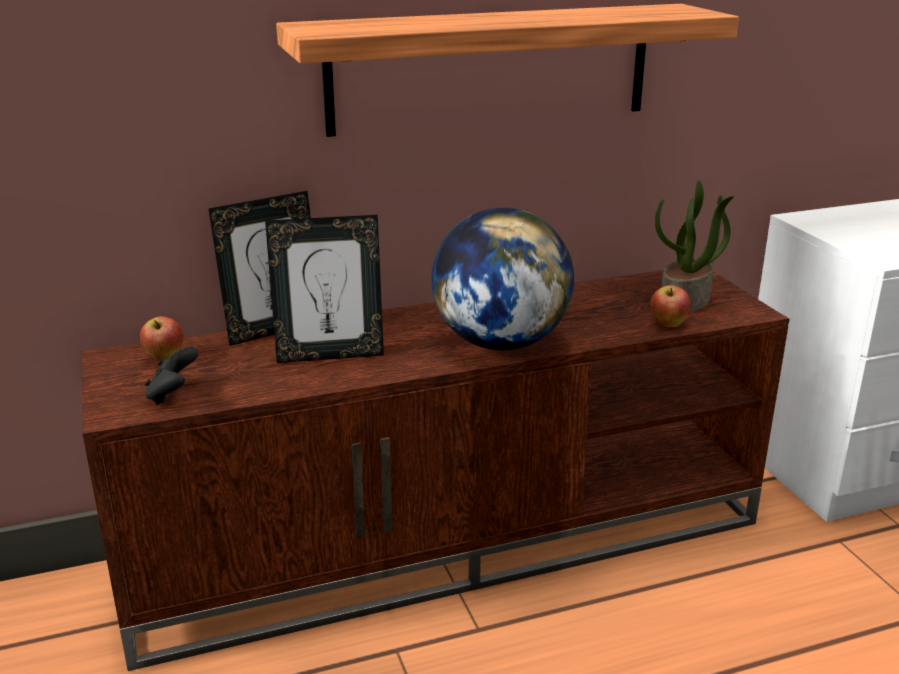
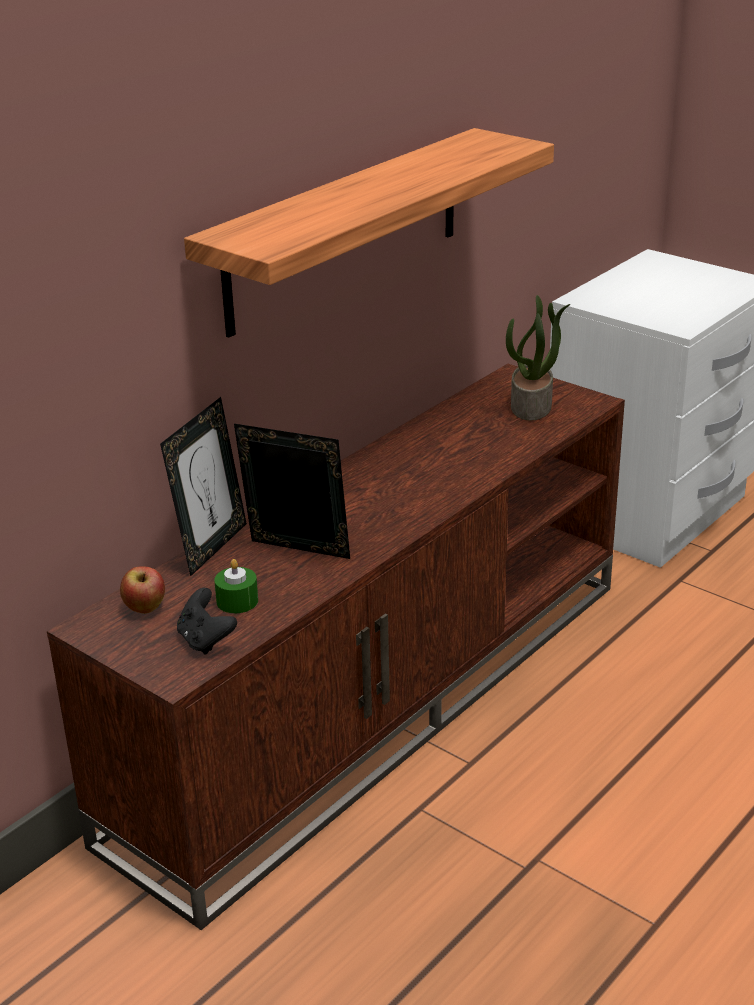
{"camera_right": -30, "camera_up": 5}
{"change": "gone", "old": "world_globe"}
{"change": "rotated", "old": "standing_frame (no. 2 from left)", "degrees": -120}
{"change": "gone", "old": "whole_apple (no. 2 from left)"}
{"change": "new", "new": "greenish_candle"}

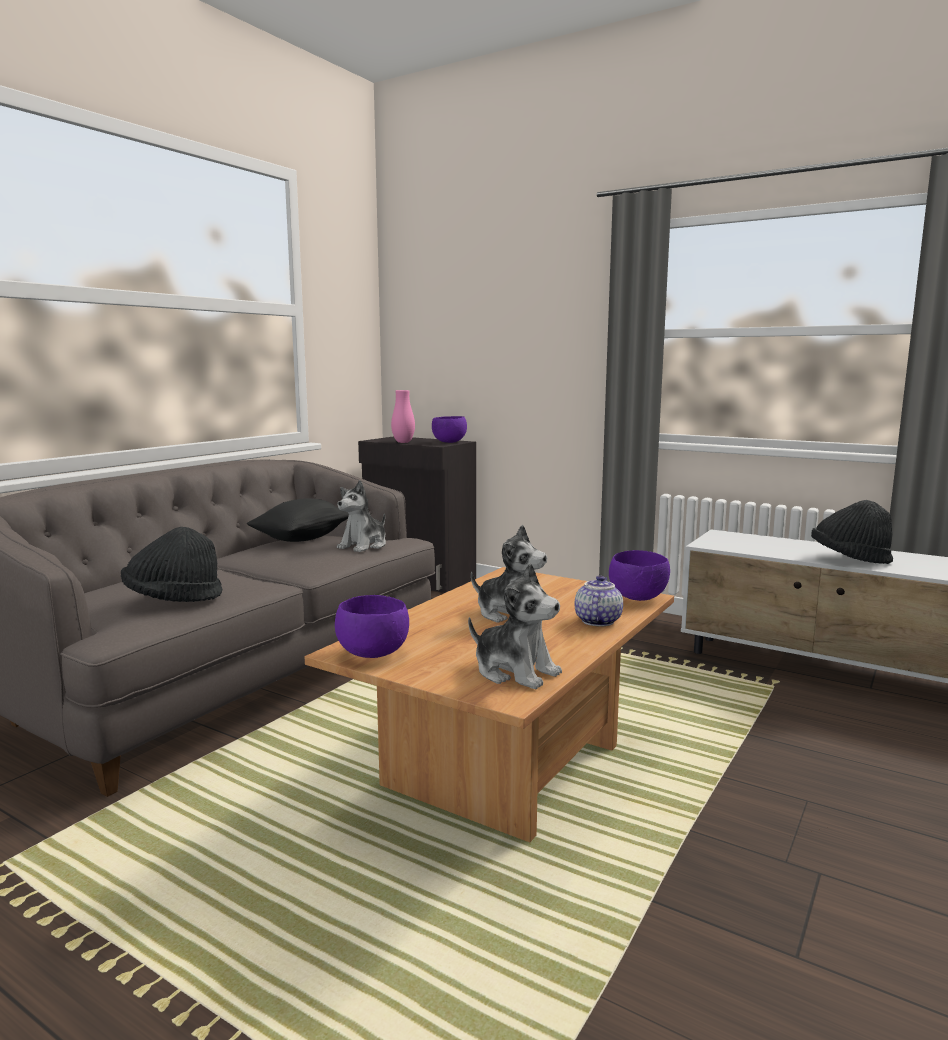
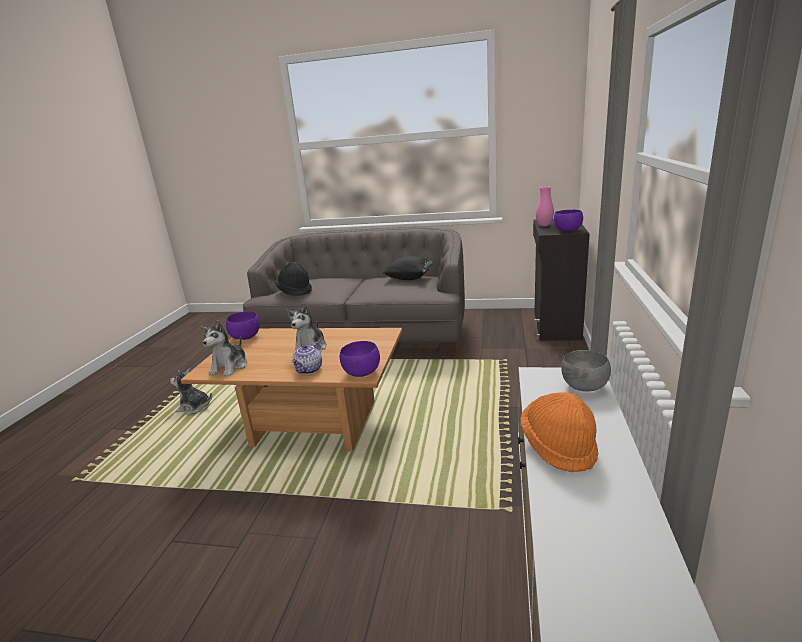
{"camera_right": 70, "camera_up": 10}
{"change": "shifted", "old": "cuddly_toy (no. 1 from left)"}
{"change": "repainted", "old": "black_hat (no. 2 from left)", "new": "orangey_hat"}
{"change": "rotated", "old": "pot_for_tea", "degrees": 120}
{"change": "new", "new": "gray_serving_bowl"}

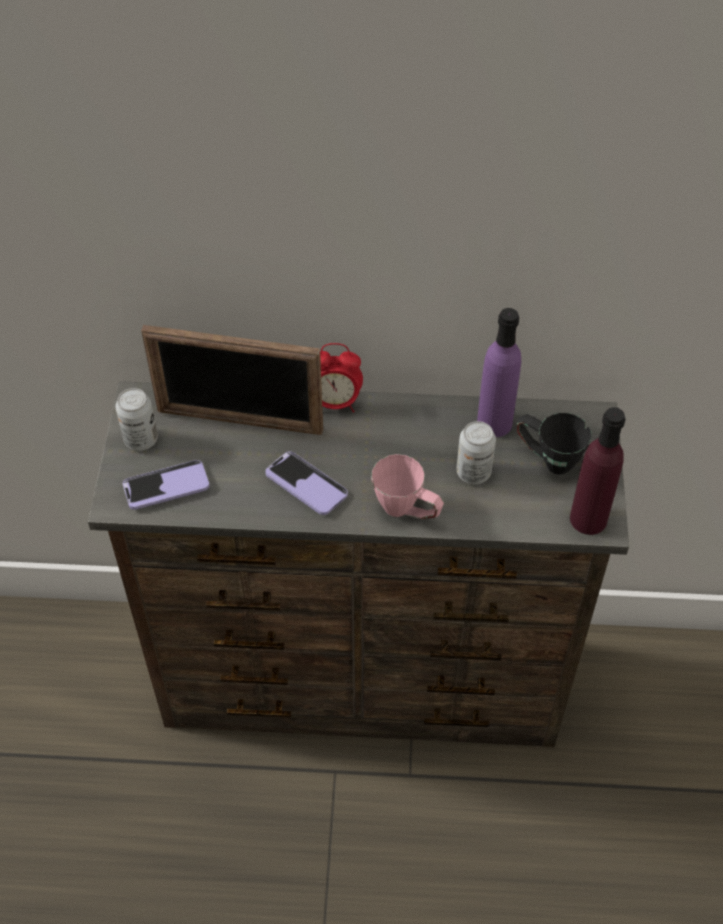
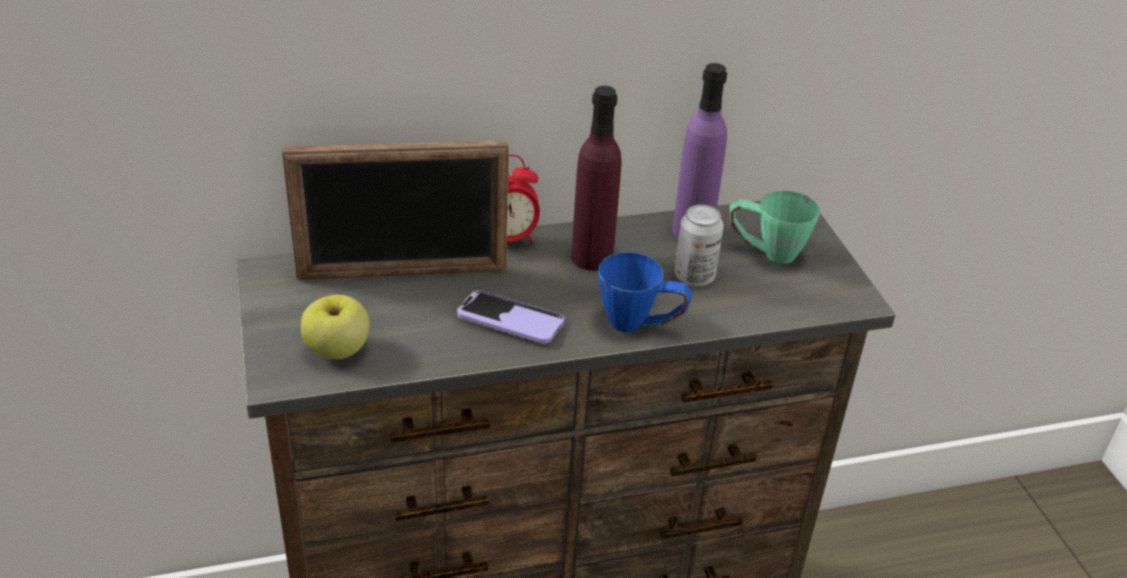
{"camera_right": -20, "camera_up": -15}
{"change": "gone", "old": "can (no. 1 from left)"}
{"change": "shifted", "old": "purple_drink_bottle (no. 2 from left in the first image)", "new": "purple_drink_bottle (no. 1 from left)"}
{"change": "repainted", "old": "black_mug", "new": "greenish_mug"}
{"change": "repainted", "old": "pink-coloured_mug", "new": "bluish_mug"}
{"change": "swapped", "old": "phone (no. 1 from left)", "new": "whole_apple"}

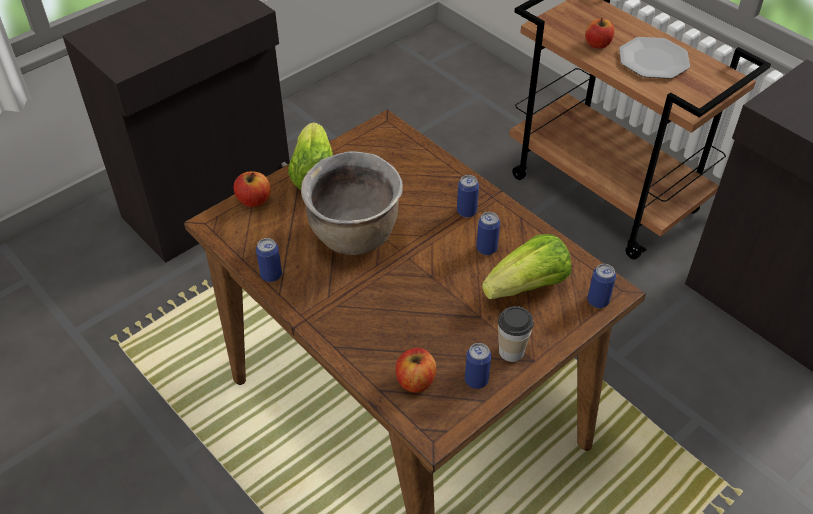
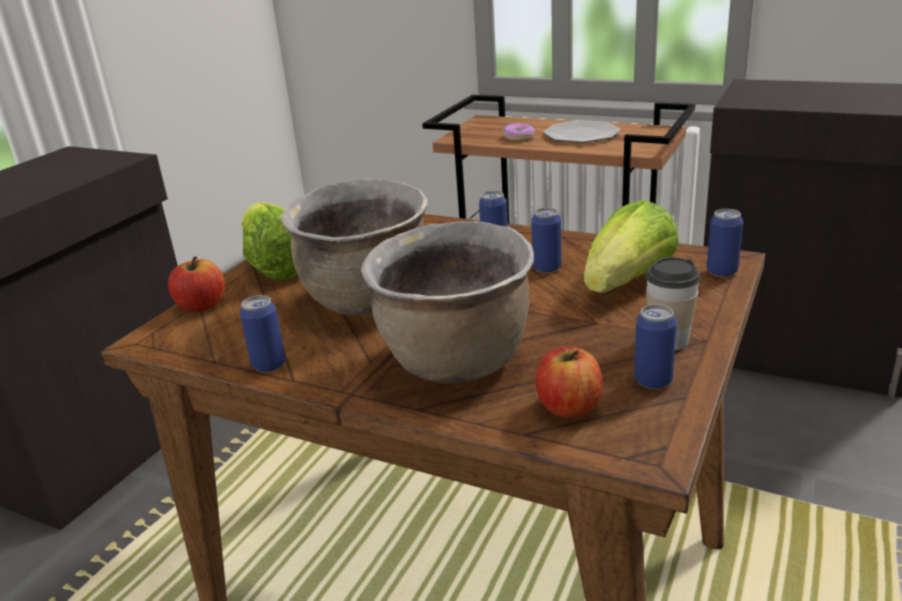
{"camera_right": -20, "camera_up": -20}
{"change": "swapped", "old": "whole_apple (no. 3 from left)", "new": "doughnut"}
{"change": "new", "new": "brown-coloured_saucepot (no. 2 from left)"}

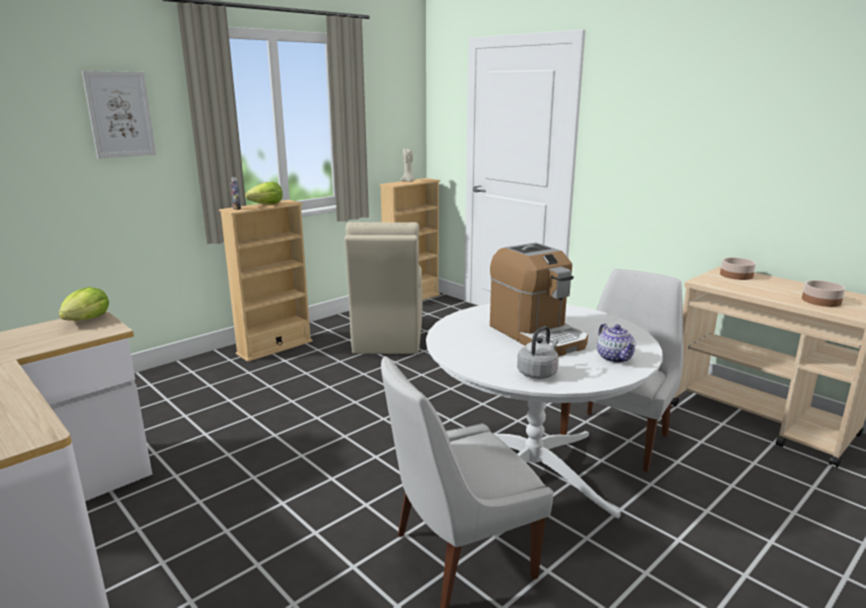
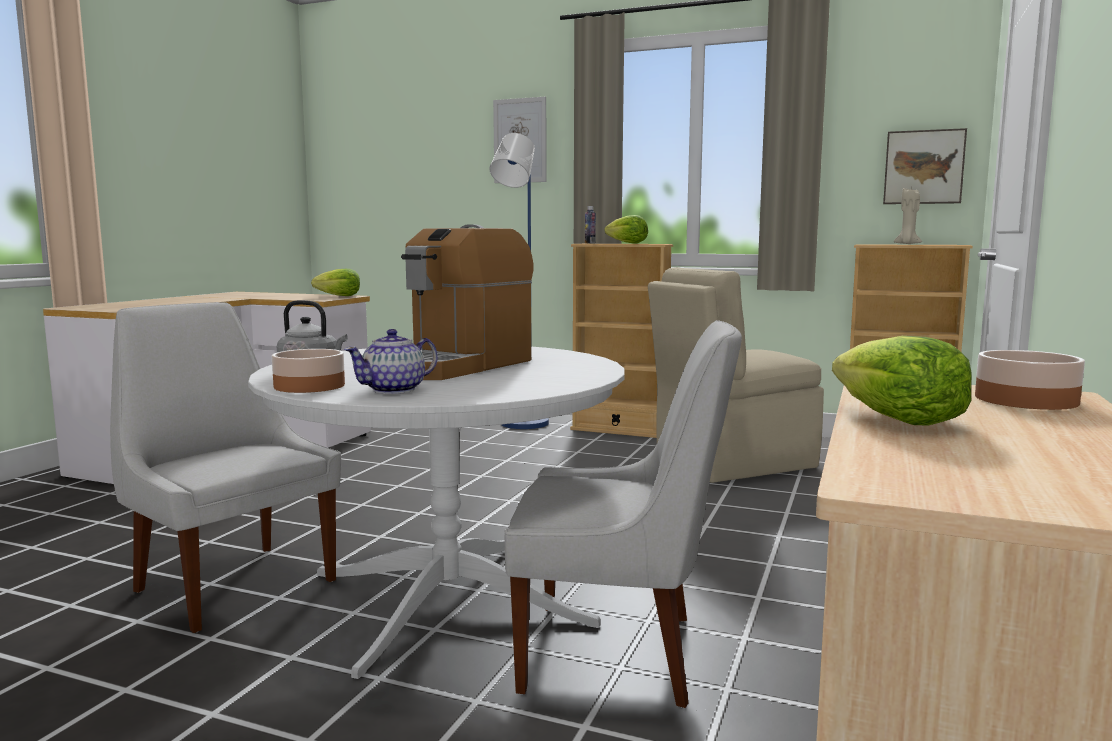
{"camera_right": 65, "camera_up": -10}
{"change": "shifted", "old": "serving_bowl (no. 2 from left in the first image)", "new": "serving_bowl (no. 1 from left)"}
{"change": "new", "new": "picture (no. 2 from left)"}
{"change": "new", "new": "bluish_standard_lamp"}
{"change": "new", "new": "lettuce (no. 3 from left)"}

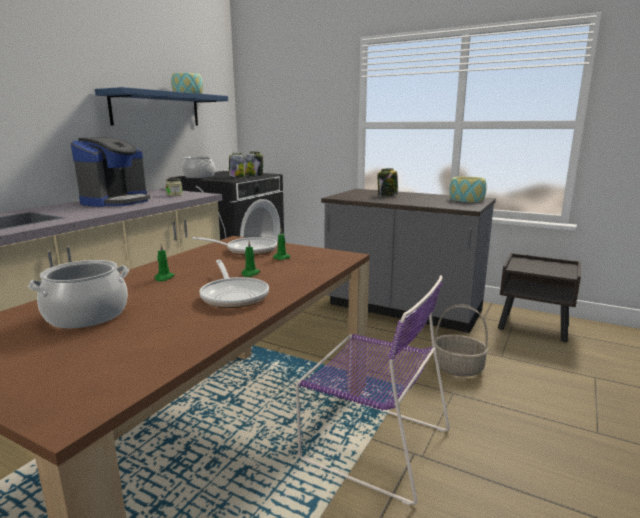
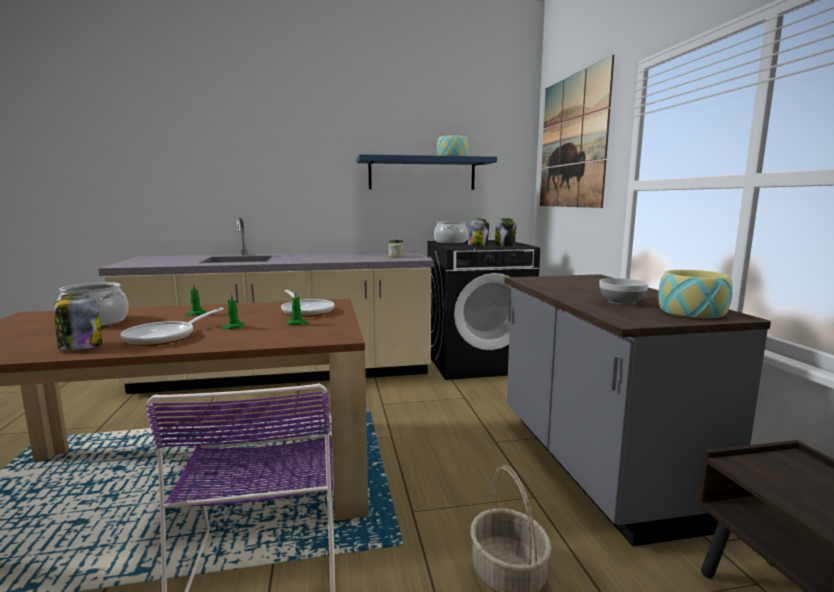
{"camera_right": 50, "camera_up": -5}
{"change": "gone", "old": "coffee_brewer"}
{"change": "shifted", "old": "preserve_jar (no. 4 from left in the first image)", "new": "preserve_jar (no. 1 from left)"}
{"change": "new", "new": "picture"}
{"change": "new", "new": "serving_bowl (no. 2 from left)"}

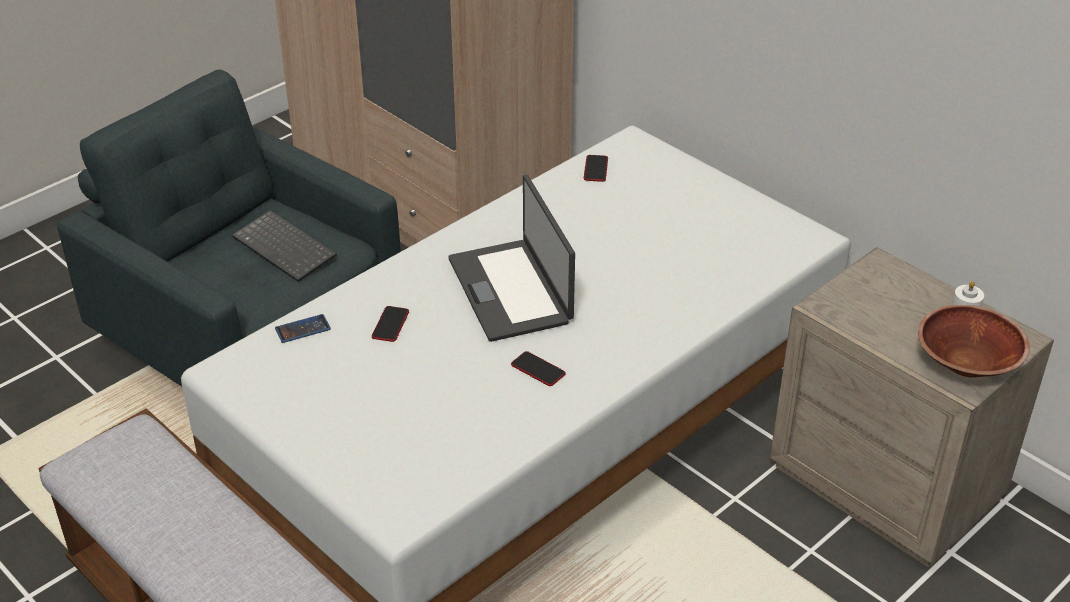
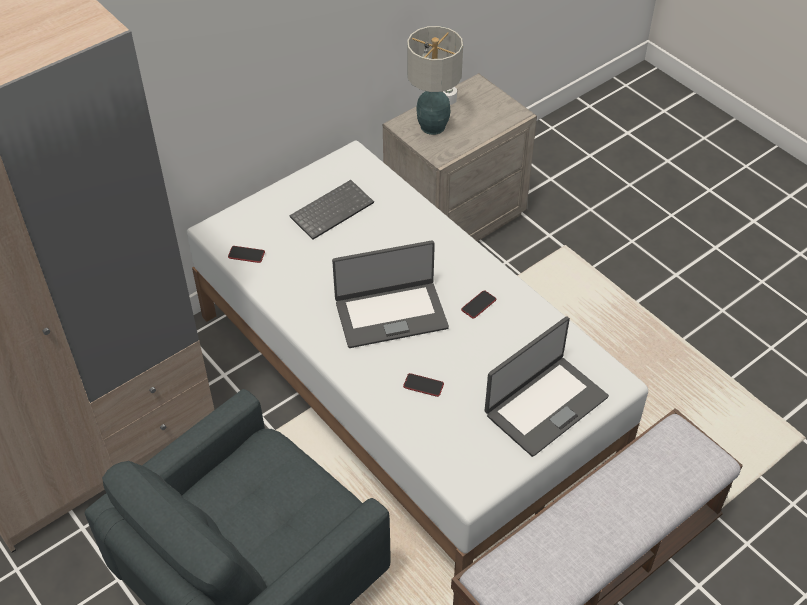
{"camera_right": -85, "camera_up": 10}
{"change": "shifted", "old": "computer_keyboard"}
{"change": "gone", "old": "brown-coloured_serving_bowl"}
{"change": "gone", "old": "phone (no. 1 from left)"}
{"change": "new", "new": "table_lamp"}
{"change": "new", "new": "notebook_computer (no. 2 from left)"}

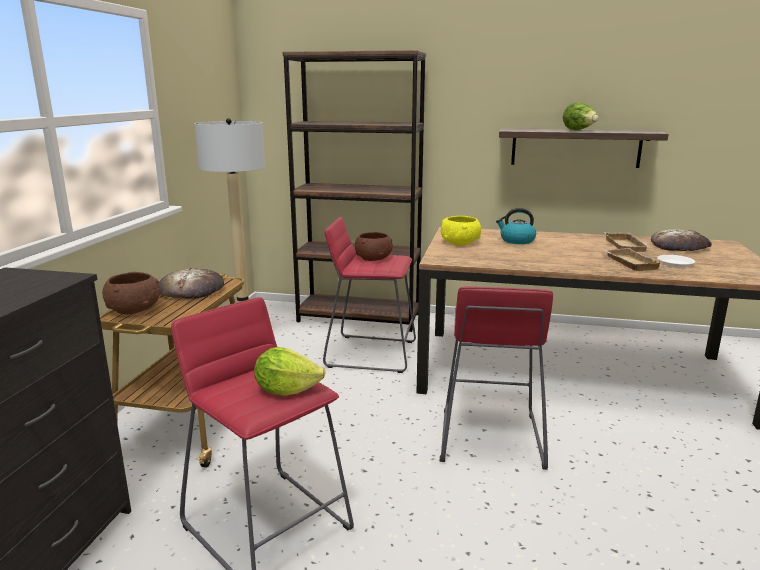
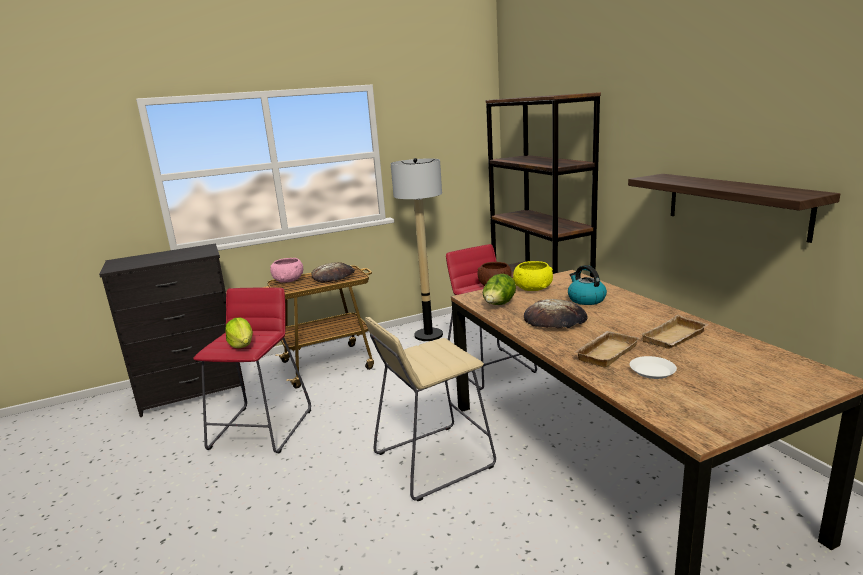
{"camera_right": 55, "camera_up": 0}
{"change": "shifted", "old": "lettuce (no. 2 from left)"}
{"change": "shifted", "old": "baked_bread (no. 2 from left)"}
{"change": "repainted", "old": "brown-coloured_serving_bowl (no. 1 from left)", "new": "pink-coloured_serving_bowl"}
{"change": "repainted", "old": "reddish_sitting_stool (no. 3 from left)", "new": "beige-coloured_sitting_stool"}

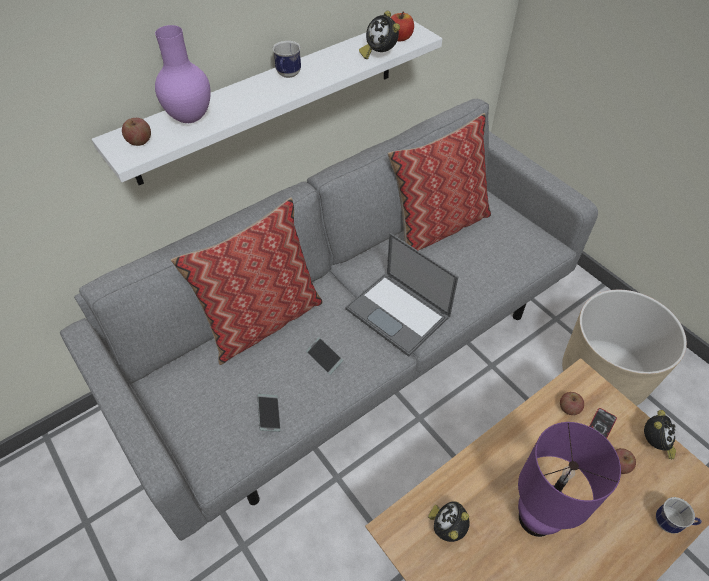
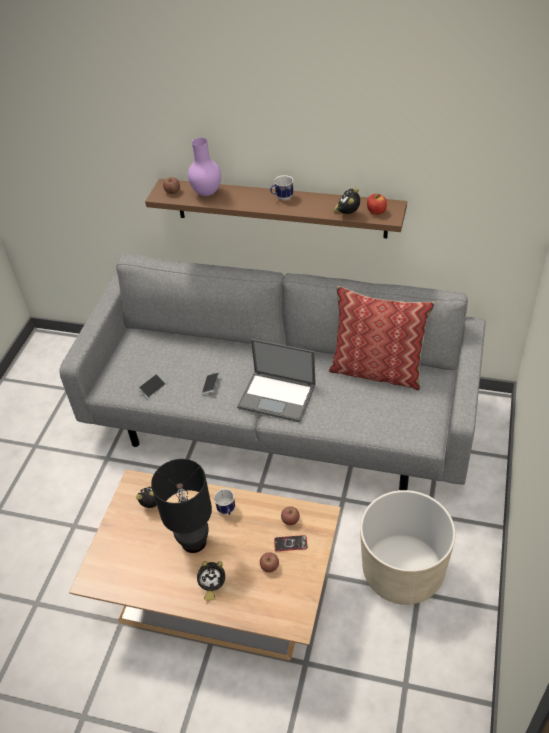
{"camera_right": 55, "camera_up": -5}
{"change": "repainted", "old": "white-coloured_bracket_shelf", "new": "brown-coloured_bracket_shelf"}
{"change": "gone", "old": "cushion (no. 1 from left)"}
{"change": "rotated", "old": "notebook_computer", "degrees": -75}
{"change": "shifted", "old": "alarm_clock (no. 3 from left in the first image)", "new": "alarm_clock (no. 2 from left)"}
{"change": "repainted", "old": "purple_table_lamp", "new": "black_table_lamp"}
{"change": "shifted", "old": "mug (no. 2 from left in the first image)", "new": "mug (no. 1 from left)"}

